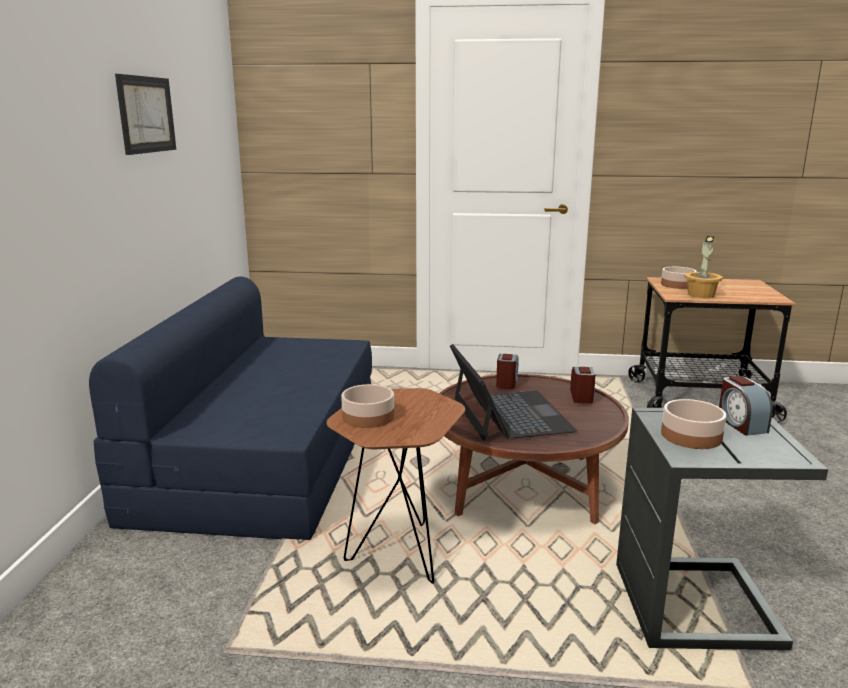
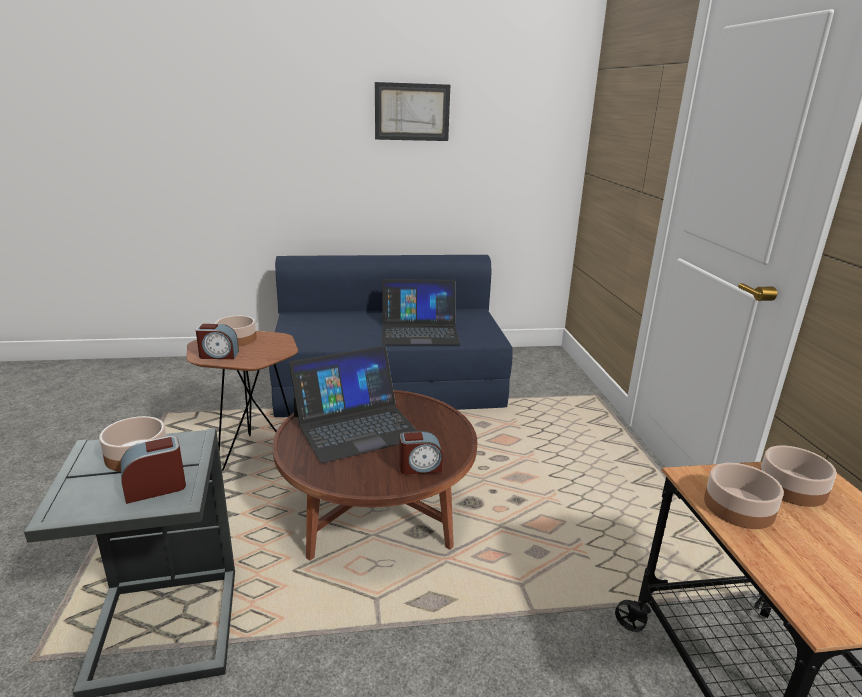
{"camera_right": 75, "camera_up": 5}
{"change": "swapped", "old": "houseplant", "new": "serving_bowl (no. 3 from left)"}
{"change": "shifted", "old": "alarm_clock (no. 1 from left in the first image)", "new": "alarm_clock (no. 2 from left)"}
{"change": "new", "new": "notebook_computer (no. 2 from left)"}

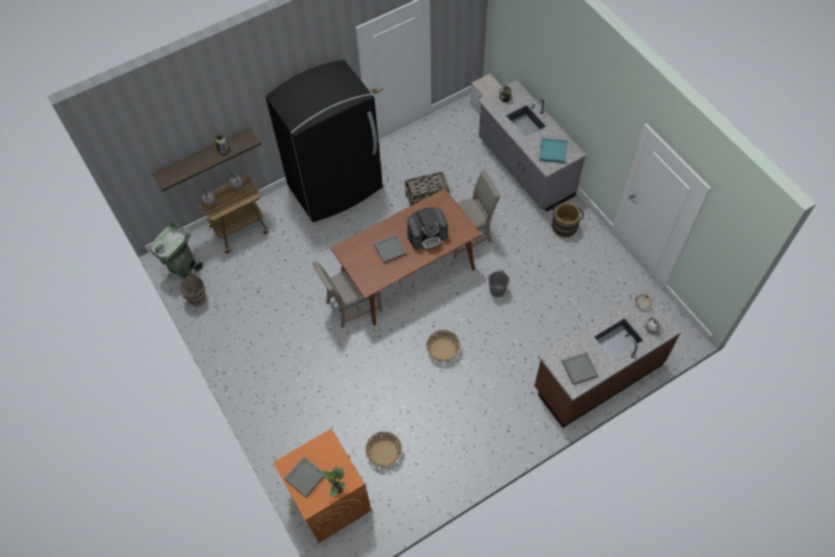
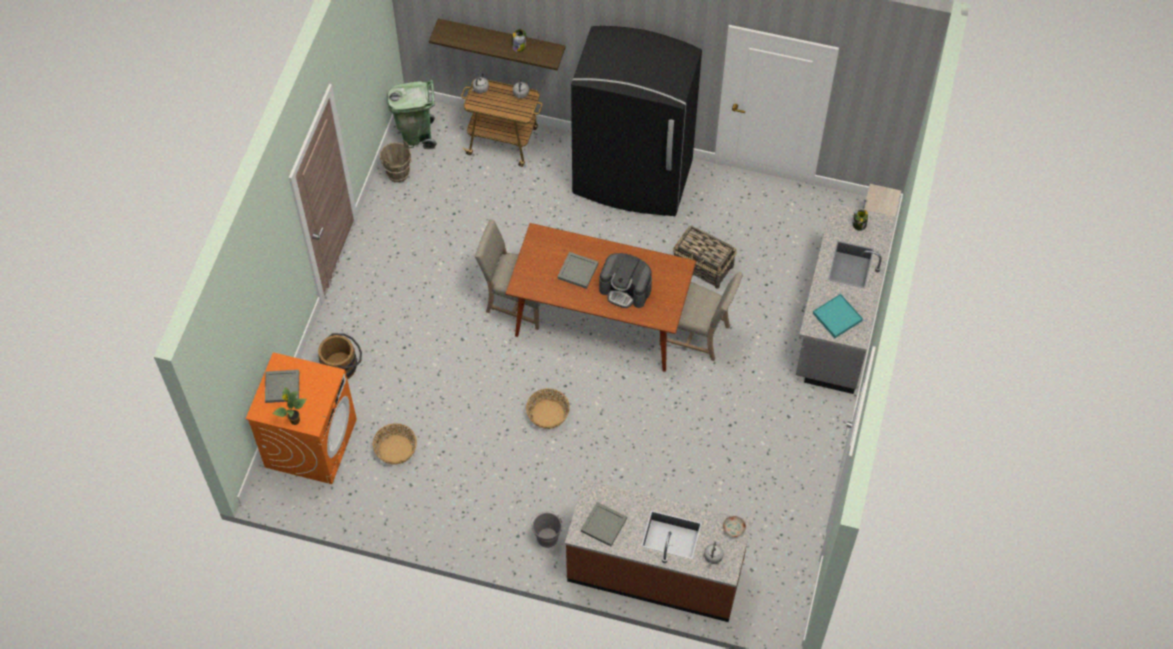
{"camera_right": 45, "camera_up": 0}
{"change": "shifted", "old": "brown-coloured_bucket (no. 2 from left in the first image)", "new": "brown-coloured_bucket (no. 1 from left)"}
{"change": "shifted", "old": "gray_bucket"}

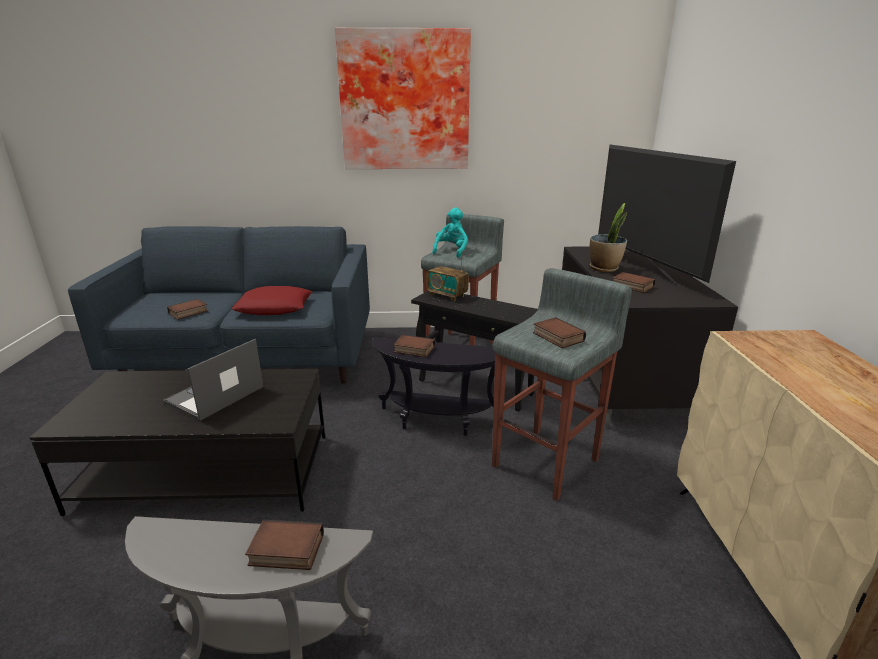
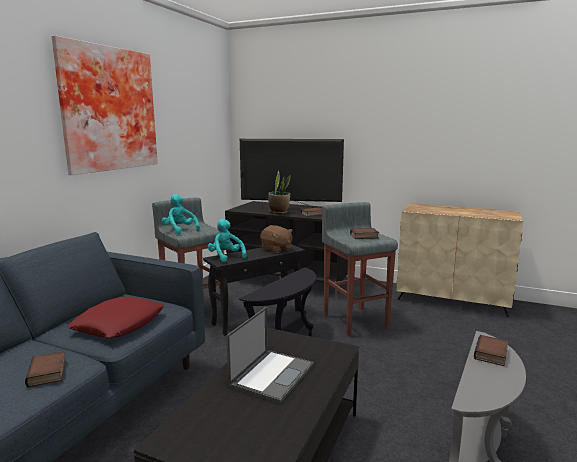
{"camera_right": -65, "camera_up": -10}
{"change": "swapped", "old": "radio_set", "new": "turquoise_cuddly_toy (no. 2 from left)"}
{"change": "gone", "old": "volume (no. 3 from left)"}
{"change": "rotated", "old": "notebook_computer", "degrees": -120}
{"change": "new", "new": "brown-coloured_cuddly_toy"}

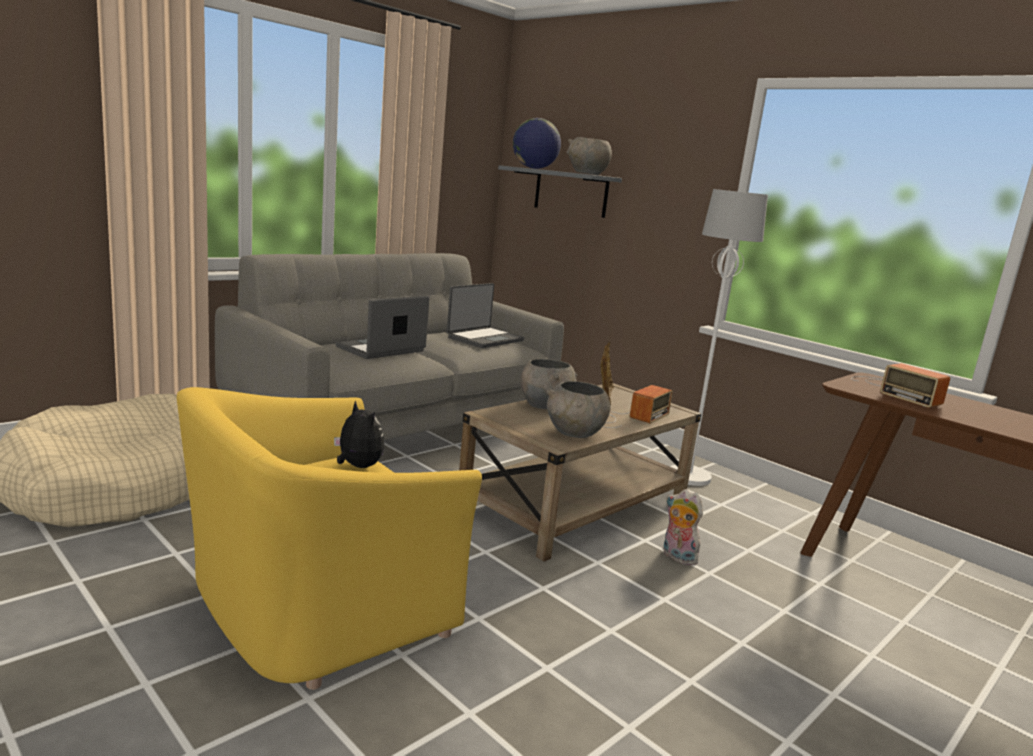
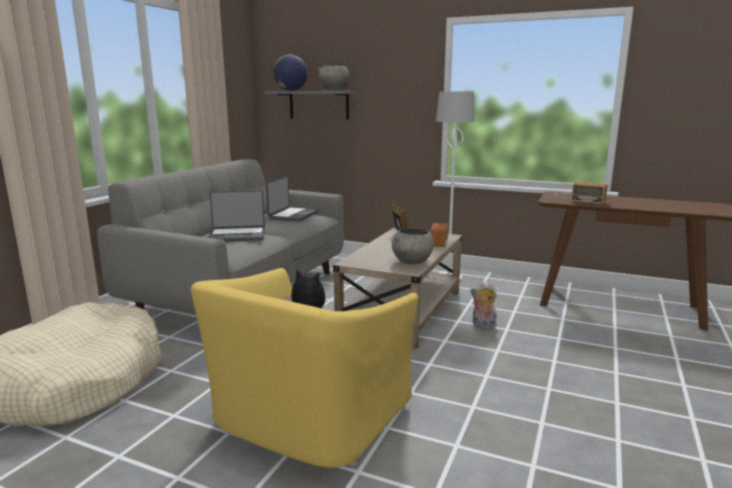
{"camera_right": -20, "camera_up": 0}
{"change": "rotated", "old": "notebook_computer (no. 1 from left)", "degrees": -120}
{"change": "gone", "old": "gray_serving_bowl (no. 1 from left)"}

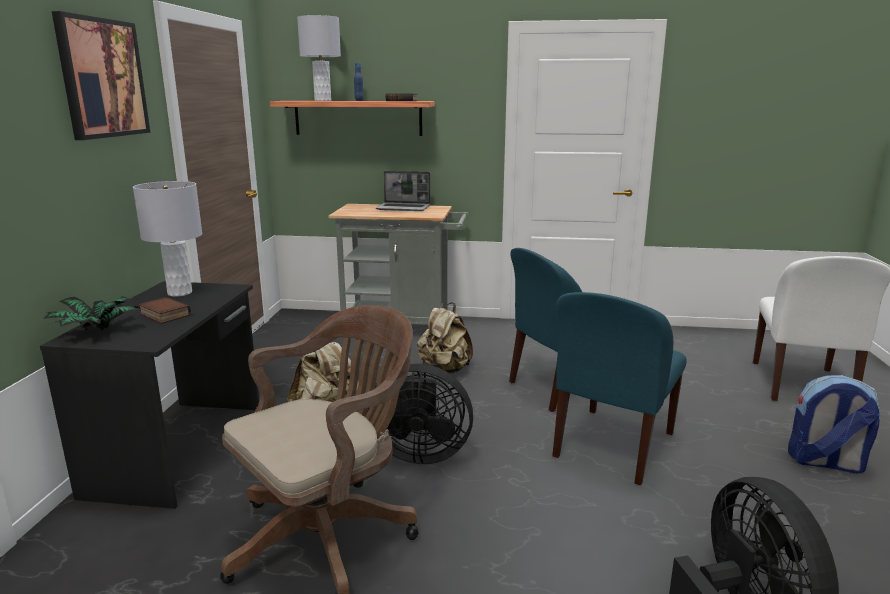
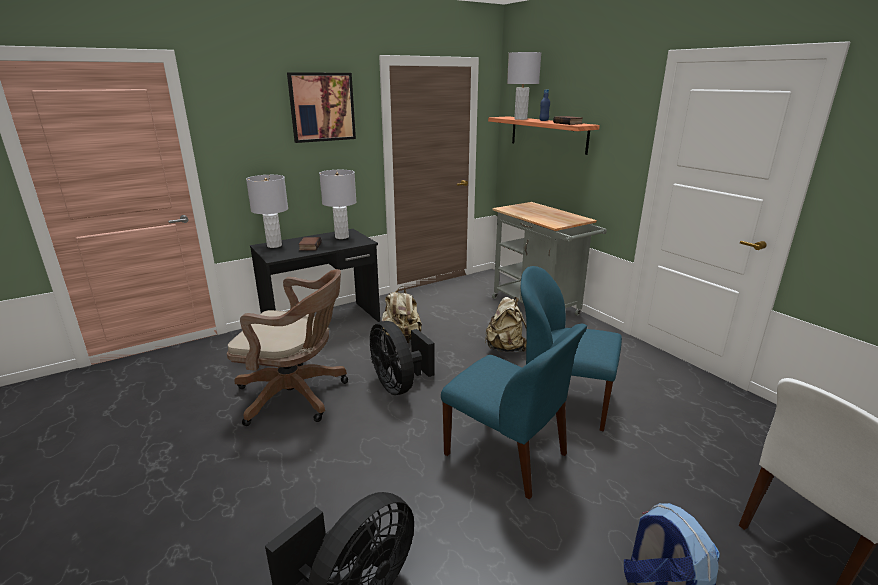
{"camera_right": 50, "camera_up": 5}
{"change": "gone", "old": "notebook_computer"}
{"change": "rotated", "old": "bluish_upright_chair (no. 2 from left in the first image)", "degrees": -135}
{"change": "swapped", "old": "houseplant", "new": "gray_table_lamp (no. 1 from left)"}

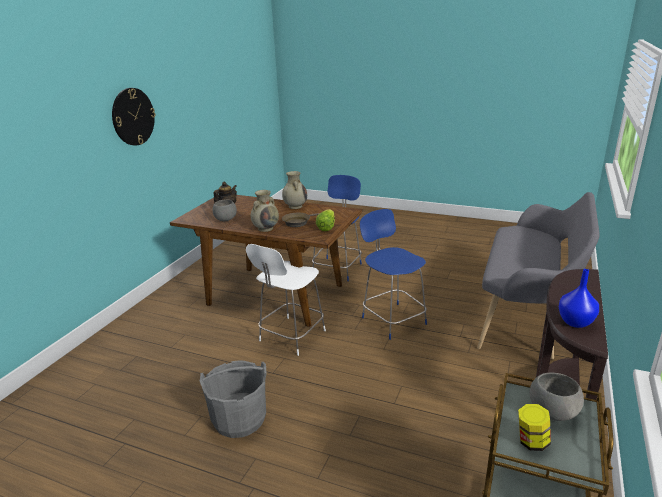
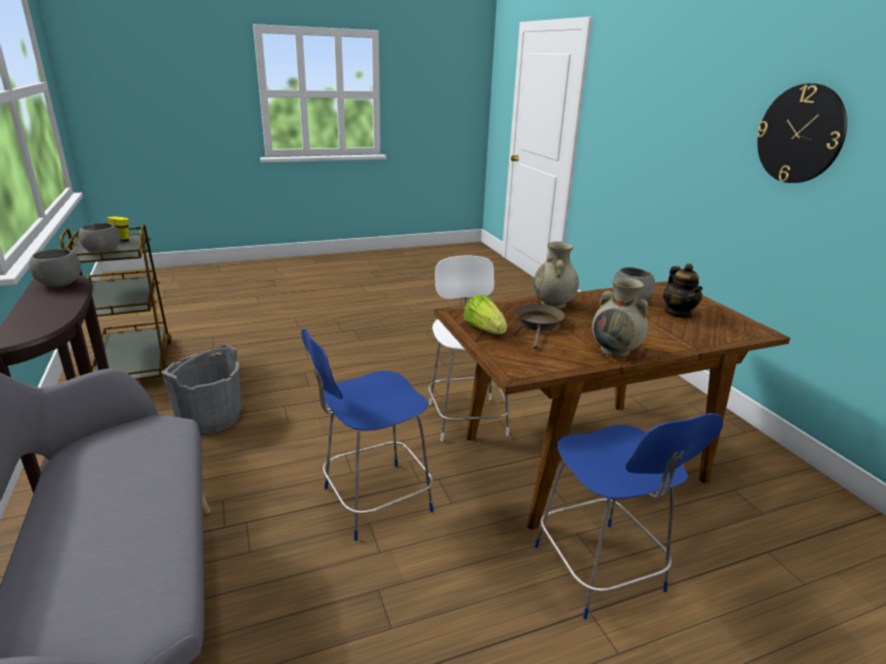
{"camera_right": 135, "camera_up": 0}
{"change": "rotated", "old": "bluish_upright_chair (no. 2 from left in the first image)", "degrees": 135}
{"change": "swapped", "old": "bluish_vase", "new": "gray_serving_bowl (no. 1 from left)"}
{"change": "shifted", "old": "gray_bucket"}

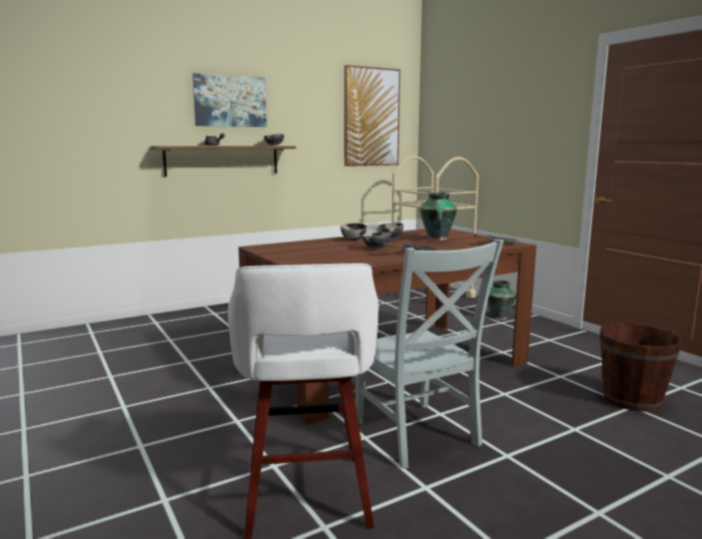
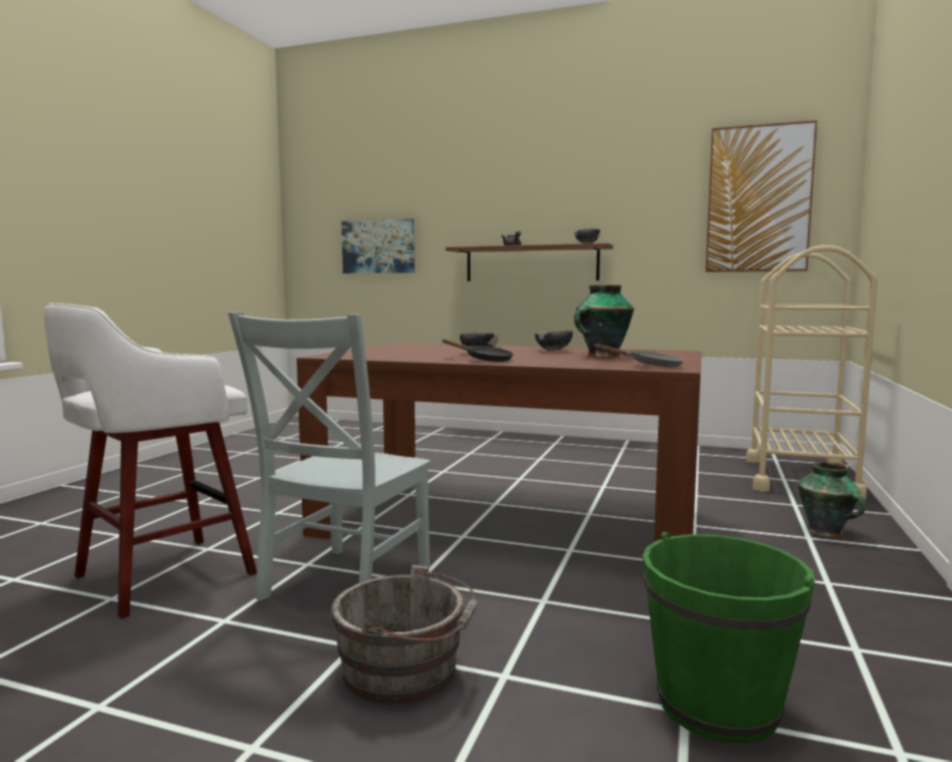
{"camera_right": 50, "camera_up": -5}
{"change": "shifted", "old": "picture (no. 1 from left)"}
{"change": "gone", "old": "serving_bowl (no. 2 from left)"}
{"change": "repainted", "old": "brown-coloured_bucket", "new": "greenish_bucket"}
{"change": "new", "new": "gray_bucket"}

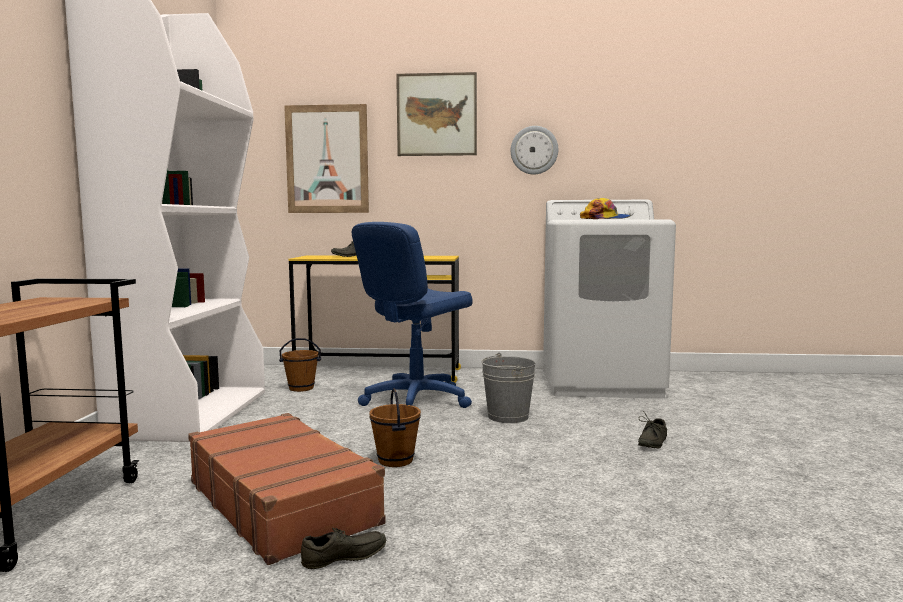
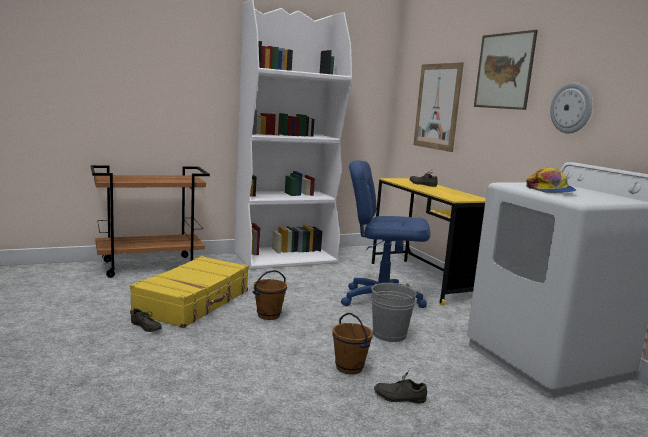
{"camera_right": 60, "camera_up": 5}
{"change": "shifted", "old": "brown-coloured_bucket (no. 1 from left in the first image)", "new": "brown-coloured_bucket (no. 2 from left)"}
{"change": "repainted", "old": "brown-coloured_suitcase", "new": "yellowish_suitcase"}

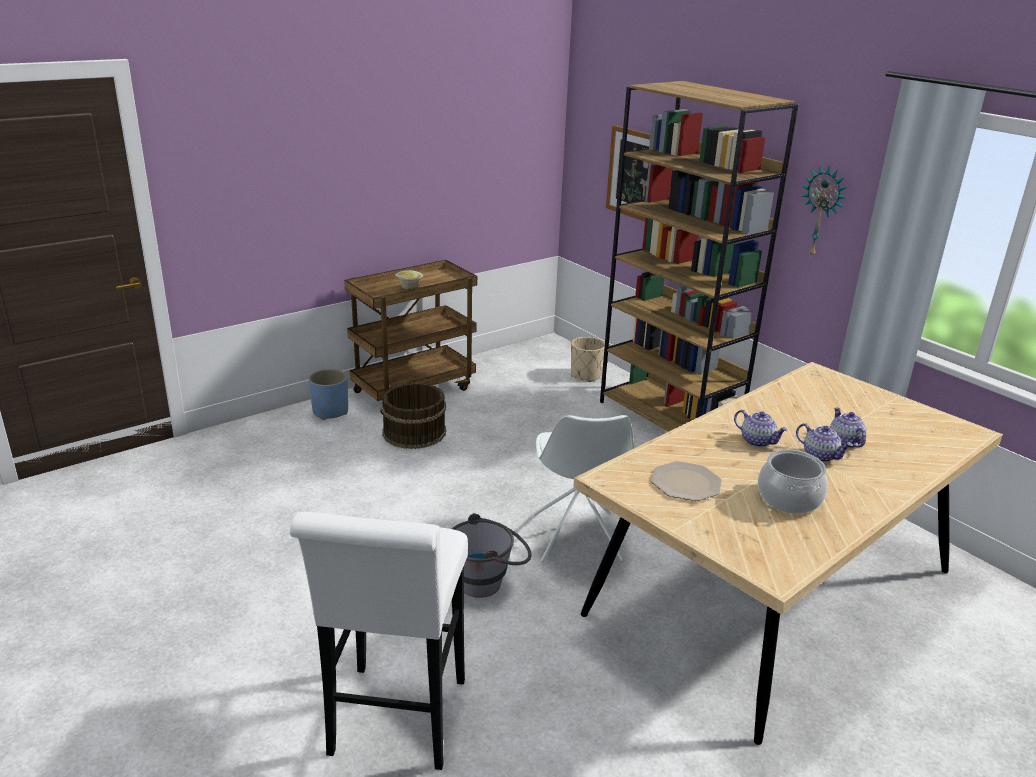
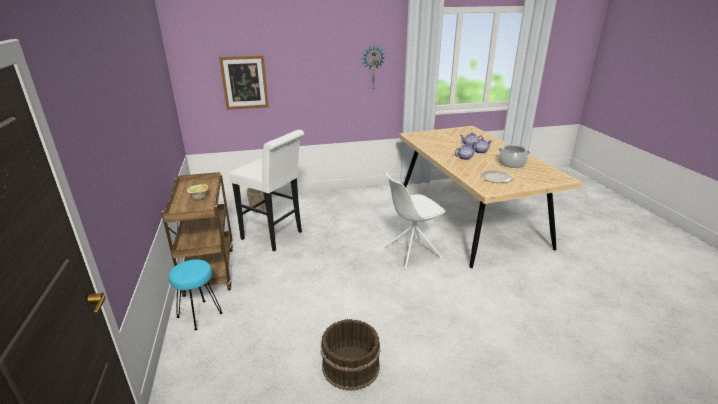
{"camera_right": -65, "camera_up": 0}
{"change": "gone", "old": "brown-coloured_shelving_unit"}
{"change": "swapped", "old": "bluish_flower_pot", "new": "turquoise_sitting_stool"}
{"change": "shifted", "old": "brown-coloured_bucket"}
{"change": "rotated", "old": "white-coloured_upright_chair", "degrees": 135}
{"change": "shifted", "old": "white-coloured_sitting_stool"}
{"change": "gone", "old": "gray_bucket"}

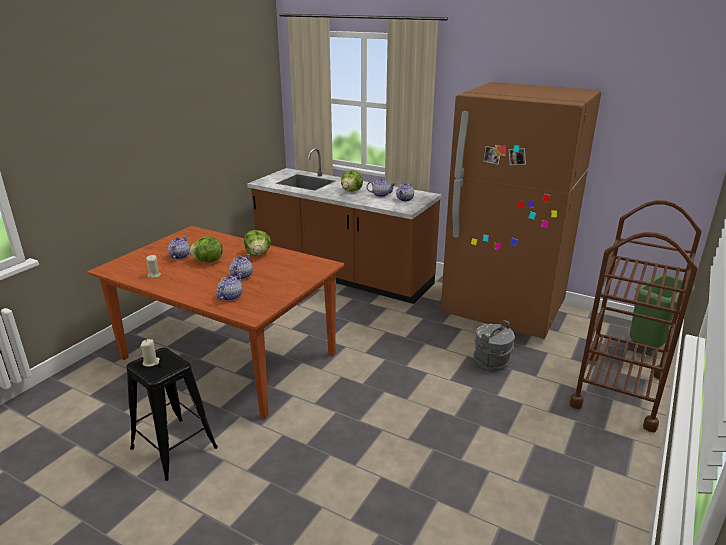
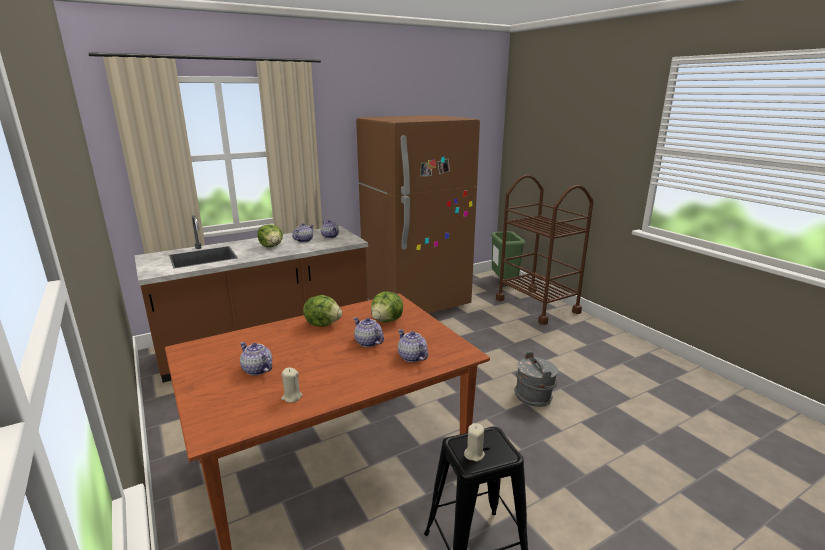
{"camera_right": -60, "camera_up": -5}
{"change": "shifted", "old": "lettuce (no. 1 from left in the first image)", "new": "lettuce (no. 3 from left)"}
{"change": "shifted", "old": "gray_bucket"}

